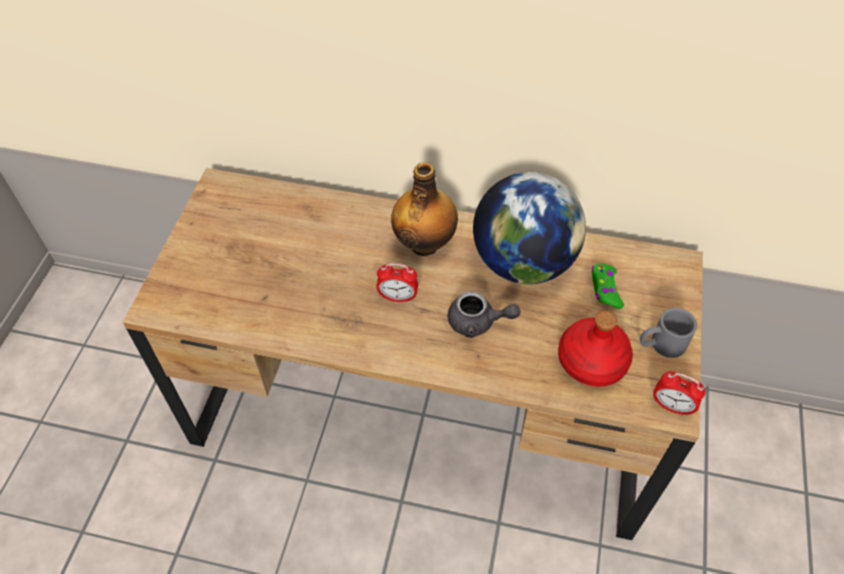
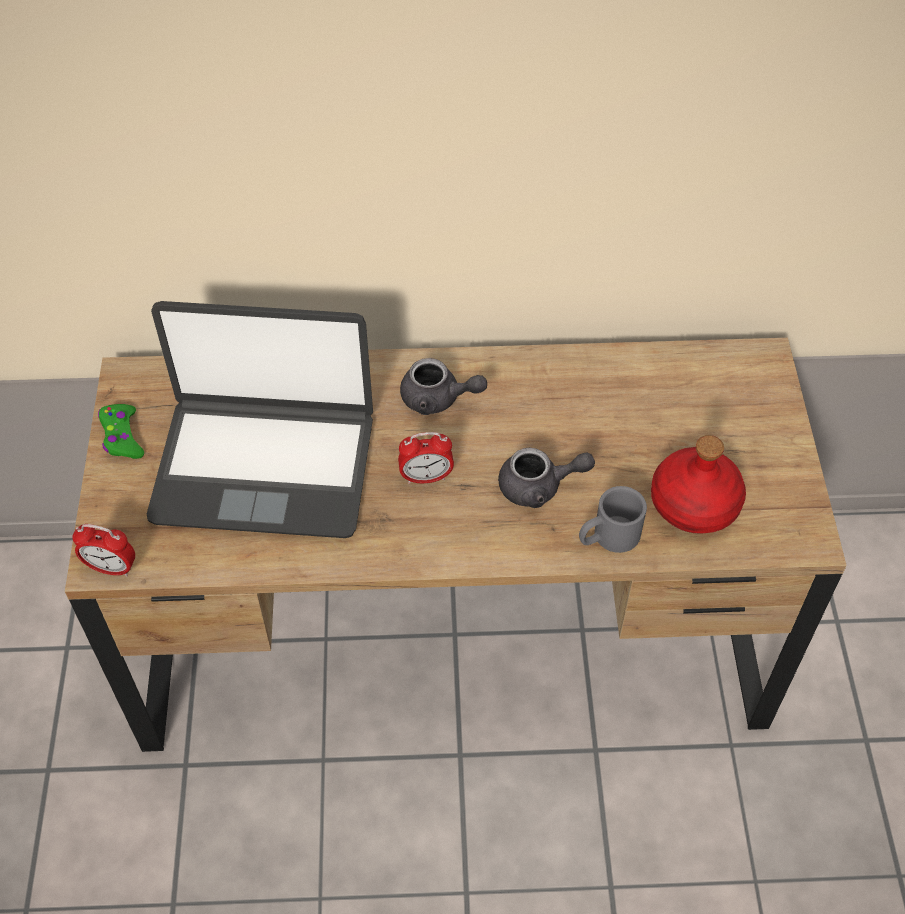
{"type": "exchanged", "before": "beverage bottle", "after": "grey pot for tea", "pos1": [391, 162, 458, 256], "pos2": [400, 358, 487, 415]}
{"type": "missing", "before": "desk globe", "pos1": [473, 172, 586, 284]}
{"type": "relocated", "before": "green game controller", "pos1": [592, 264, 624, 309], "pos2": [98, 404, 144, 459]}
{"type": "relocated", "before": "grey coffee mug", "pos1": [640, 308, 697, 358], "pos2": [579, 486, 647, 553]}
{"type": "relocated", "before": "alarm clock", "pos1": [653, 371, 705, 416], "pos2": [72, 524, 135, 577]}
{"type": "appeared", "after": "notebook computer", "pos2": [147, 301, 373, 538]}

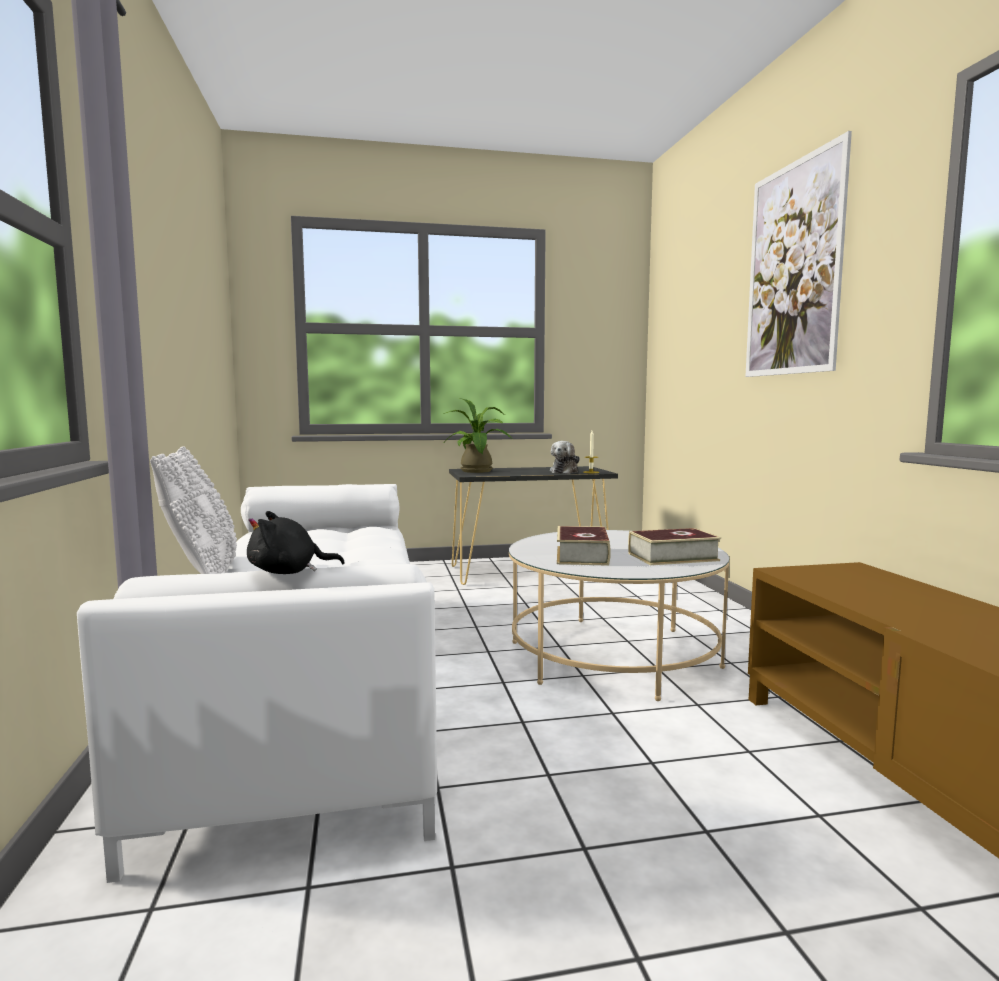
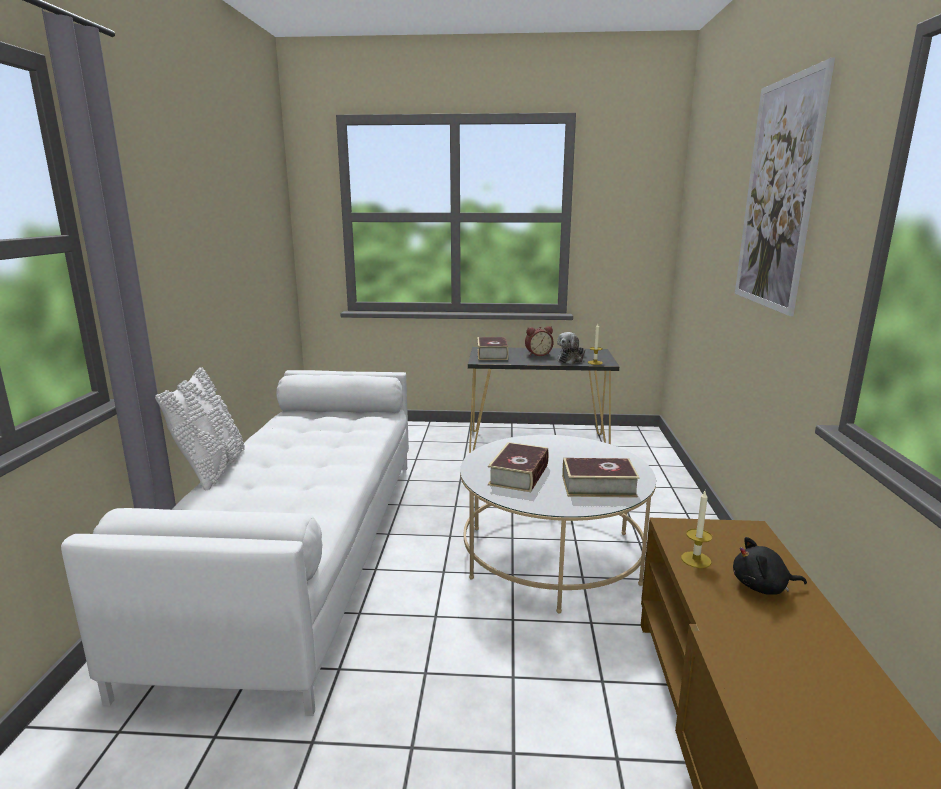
{"type": "exchanged", "before": "houseplant", "after": "bound book", "pos1": [443, 398, 512, 473], "pos2": [477, 337, 509, 360]}
{"type": "relocated", "before": "black cuddly toy", "pos1": [247, 511, 344, 574], "pos2": [733, 537, 807, 595]}
{"type": "appeared", "after": "alarm clock", "pos2": [525, 326, 554, 356]}
{"type": "appeared", "after": "candle", "pos2": [681, 491, 712, 568]}

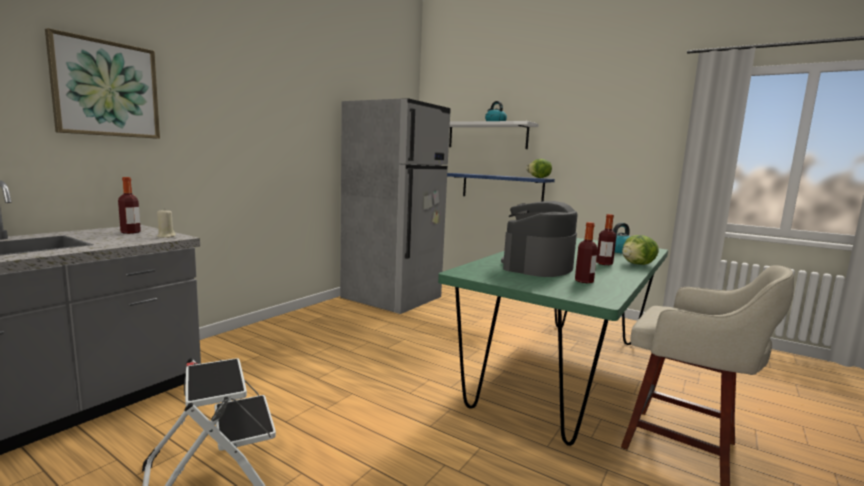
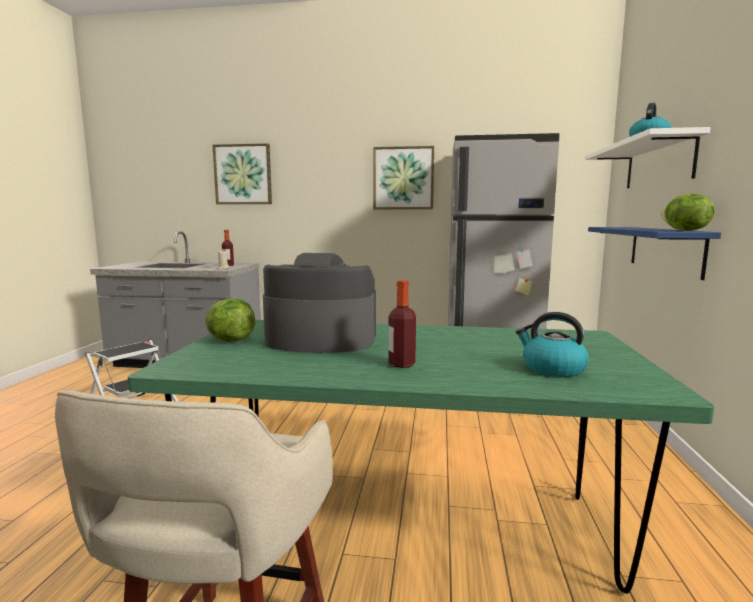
{"type": "missing", "before": "beverage bottle", "pos1": [575, 222, 597, 283]}
{"type": "relocated", "before": "lettuce", "pos1": [622, 235, 659, 265], "pos2": [205, 299, 255, 341]}
{"type": "appeared", "after": "picture", "pos2": [373, 146, 434, 209]}

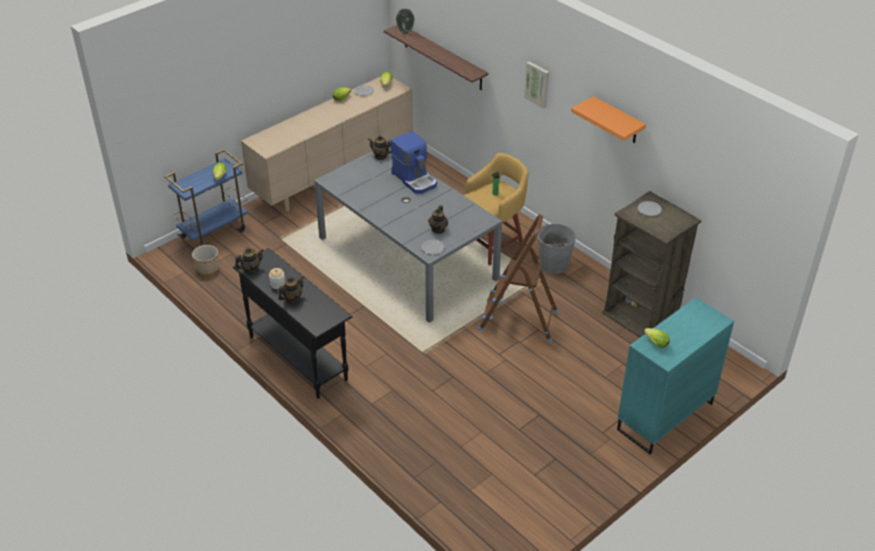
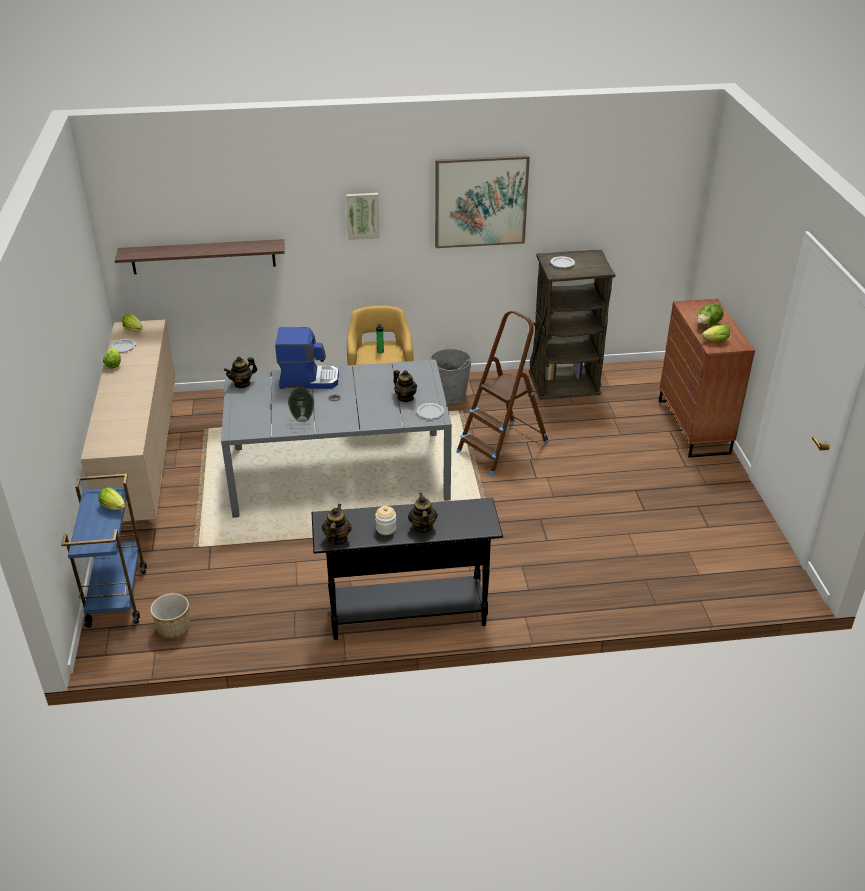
{"type": "relocated", "before": "decorative vase", "pos1": [396, 9, 415, 34], "pos2": [288, 388, 314, 422]}
{"type": "exchanged", "before": "orange-coloured bracket shelf", "after": "picture", "pos1": [571, 96, 646, 143], "pos2": [435, 155, 530, 248]}
{"type": "colour", "before": "turquoise chest of drawers", "after": "brownish chest of drawers", "pos1": [617, 297, 734, 455], "pos2": [659, 299, 755, 458]}
{"type": "appeared", "after": "lettuce", "pos2": [697, 303, 724, 325]}

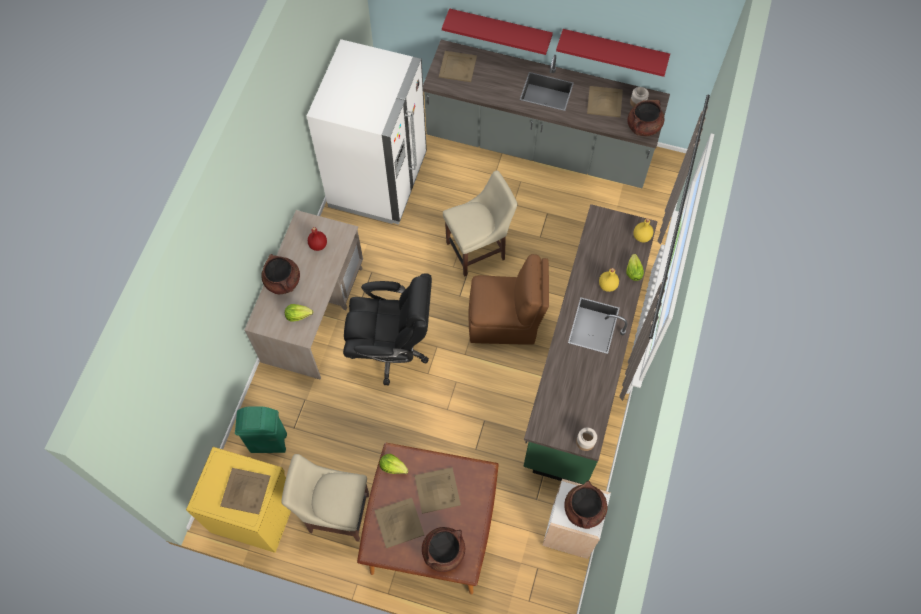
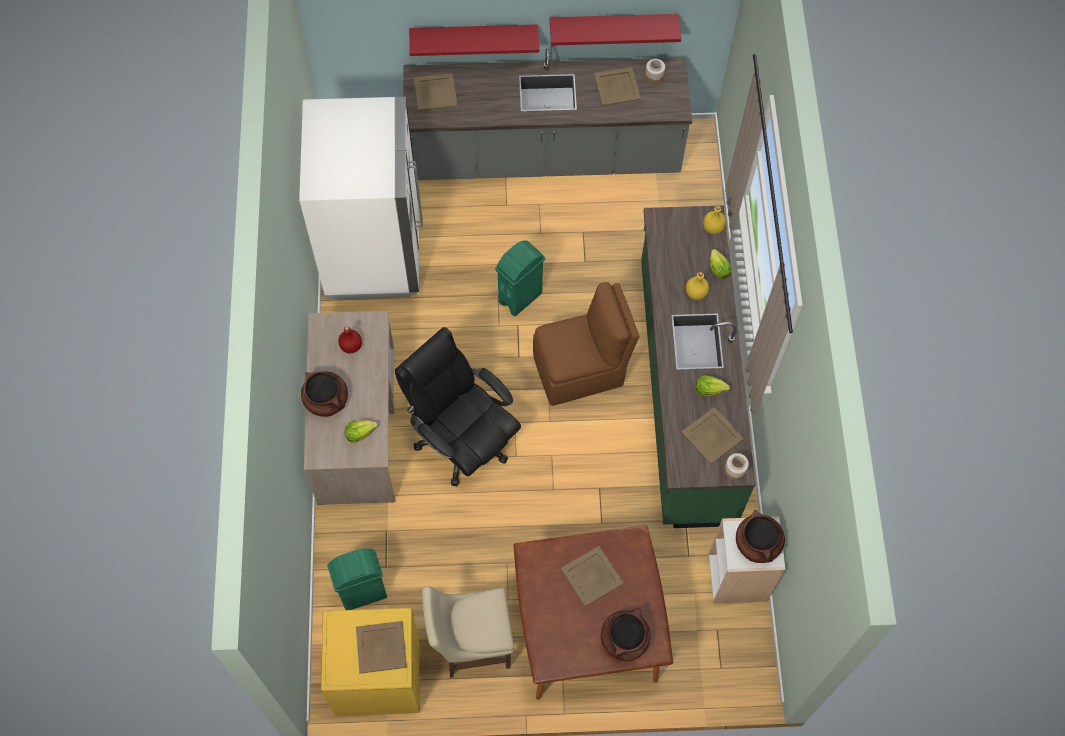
{"type": "missing", "before": "brownish saucepot", "pos1": [628, 100, 665, 136]}
{"type": "exchanged", "before": "beige-coloured chair", "after": "green trash can", "pos1": [443, 170, 518, 277], "pos2": [495, 240, 545, 317]}
{"type": "spun", "before": "black desk chair", "pos1": [343, 274, 432, 386], "pos2": [395, 327, 521, 486], "turn": -120}
{"type": "relocated", "before": "lettuce", "pos1": [379, 454, 408, 474], "pos2": [696, 375, 730, 396]}
{"type": "relocated", "before": "beige-coloured serving tray", "pos1": [374, 498, 424, 548], "pos2": [681, 407, 744, 465]}

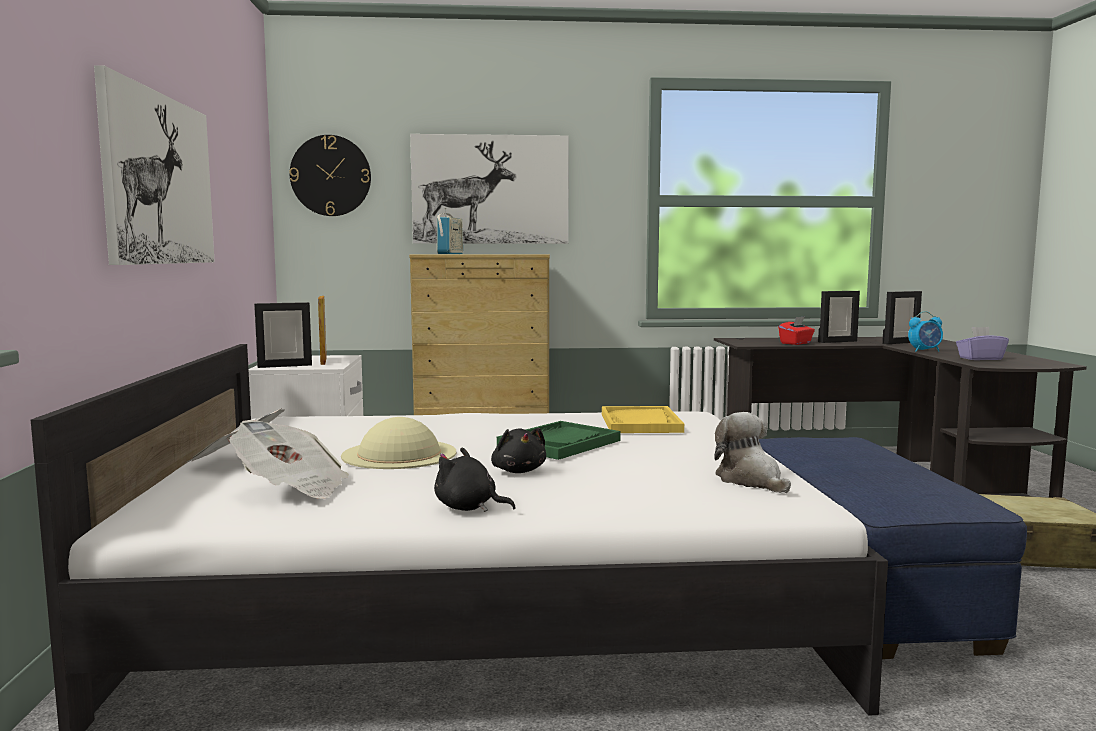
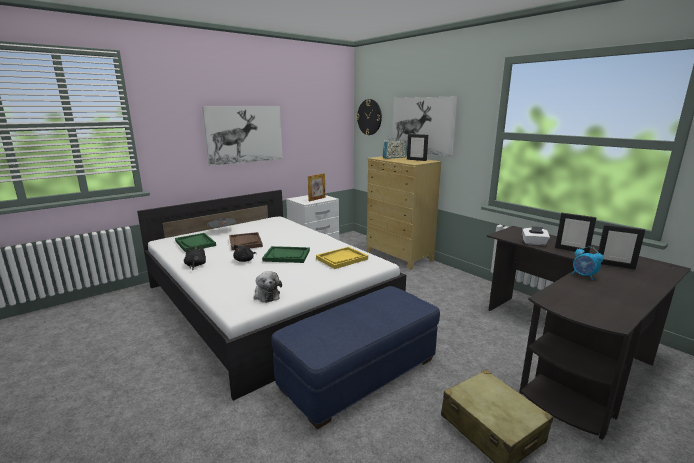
{"type": "relocated", "before": "picture frame", "pos1": [254, 302, 312, 368], "pos2": [407, 134, 428, 161]}
{"type": "colour", "before": "red box of tissues", "after": "white-coloured box of tissues", "pos1": [778, 316, 815, 345], "pos2": [522, 226, 550, 245]}
{"type": "missing", "before": "purplish box of tissues", "pos1": [956, 327, 1009, 360]}
{"type": "spun", "before": "cuddly toy", "pos1": [714, 412, 791, 493], "pos2": [254, 271, 282, 303], "turn": 120}
{"type": "exchanged", "before": "beige-coloured clothing hat", "after": "brownish serving tray", "pos1": [341, 417, 456, 469], "pos2": [229, 232, 263, 250]}
{"type": "exchanged", "before": "newspaper", "after": "green serving tray", "pos1": [230, 420, 349, 499], "pos2": [175, 233, 216, 252]}

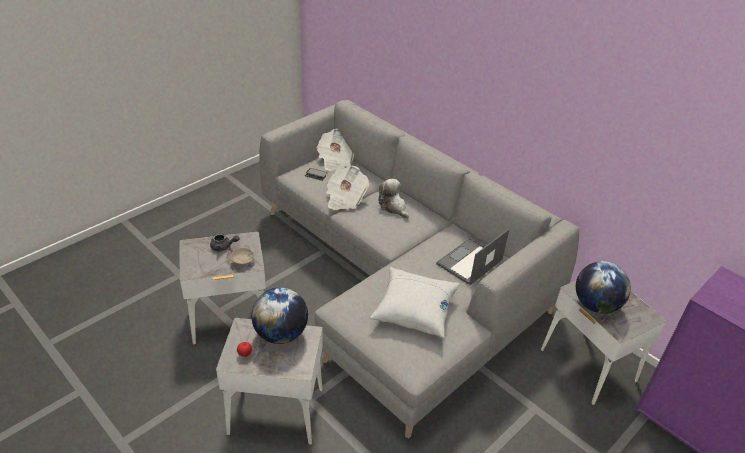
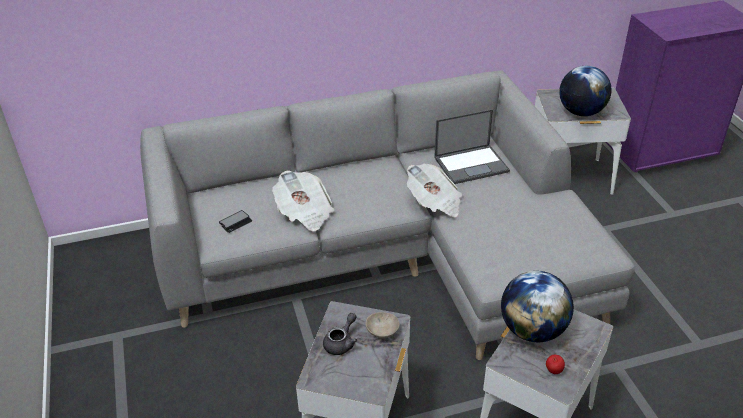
{"type": "relocated", "before": "newspaper", "pos1": [317, 129, 354, 171], "pos2": [407, 164, 462, 217]}
{"type": "missing", "before": "cuddly toy", "pos1": [378, 179, 409, 218]}
{"type": "spun", "before": "notebook computer", "pos1": [436, 229, 509, 285], "pos2": [434, 109, 510, 184], "turn": -90}
{"type": "missing", "before": "grey pillow", "pos1": [370, 267, 459, 338]}

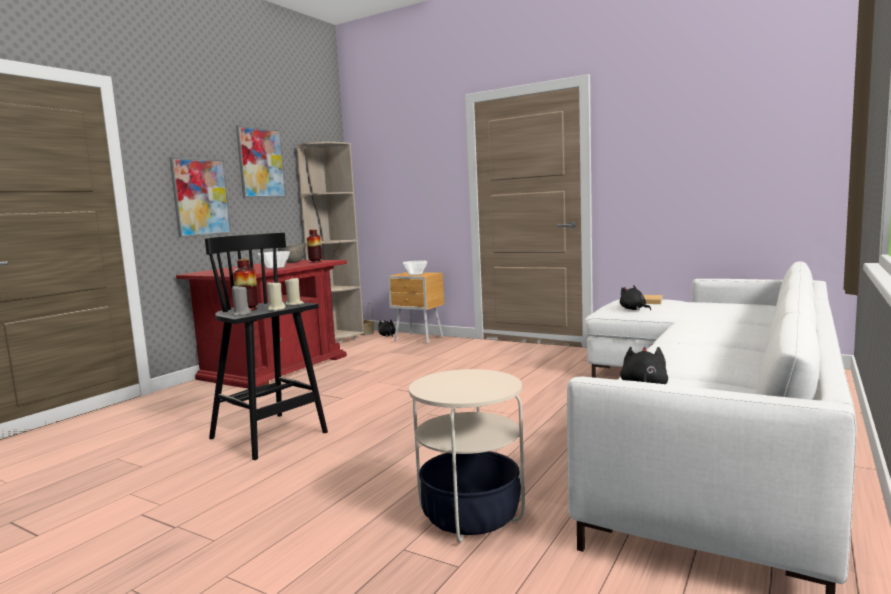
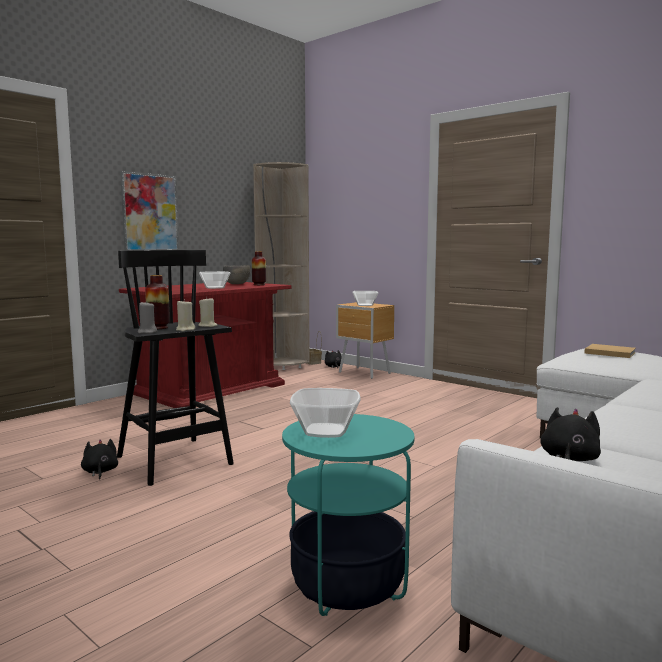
{"type": "missing", "before": "picture", "pos1": [236, 125, 286, 198]}
{"type": "relocated", "before": "black cuddly toy", "pos1": [620, 286, 651, 310], "pos2": [81, 439, 118, 480]}
{"type": "colour", "before": "beige-coloured side table", "after": "turquoise side table", "pos1": [409, 369, 525, 542], "pos2": [282, 414, 415, 616]}
{"type": "appeared", "after": "bowl", "pos2": [290, 388, 361, 438]}

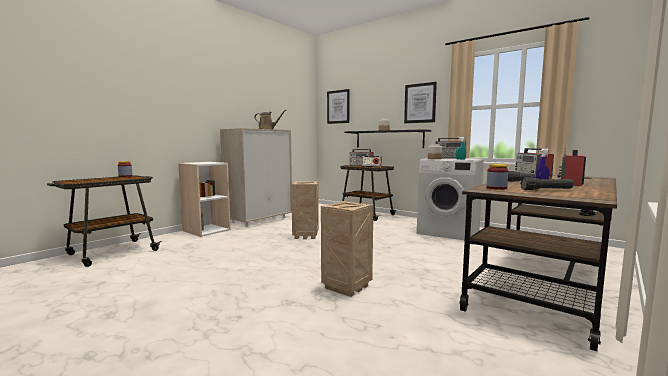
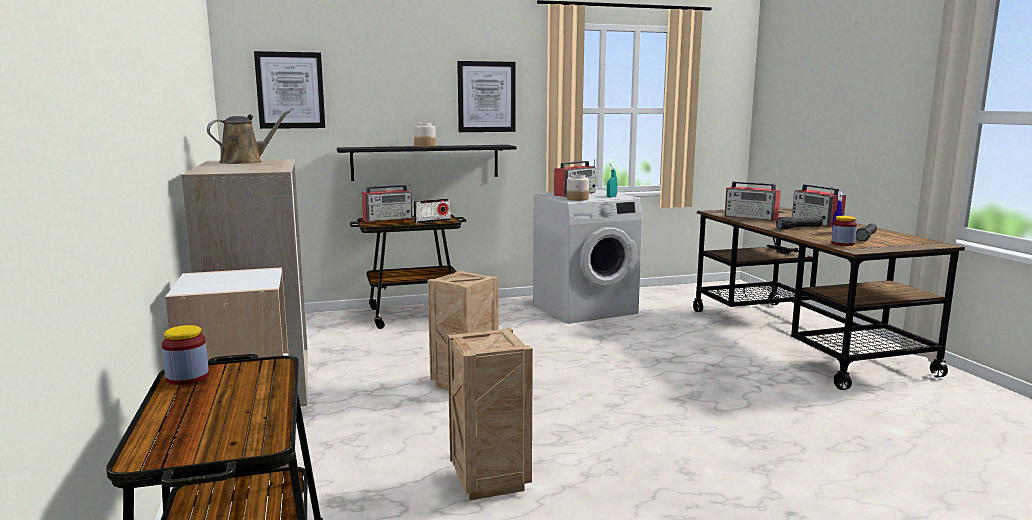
{"type": "relocated", "before": "crate", "pos1": [321, 201, 374, 297], "pos2": [447, 328, 533, 500]}

